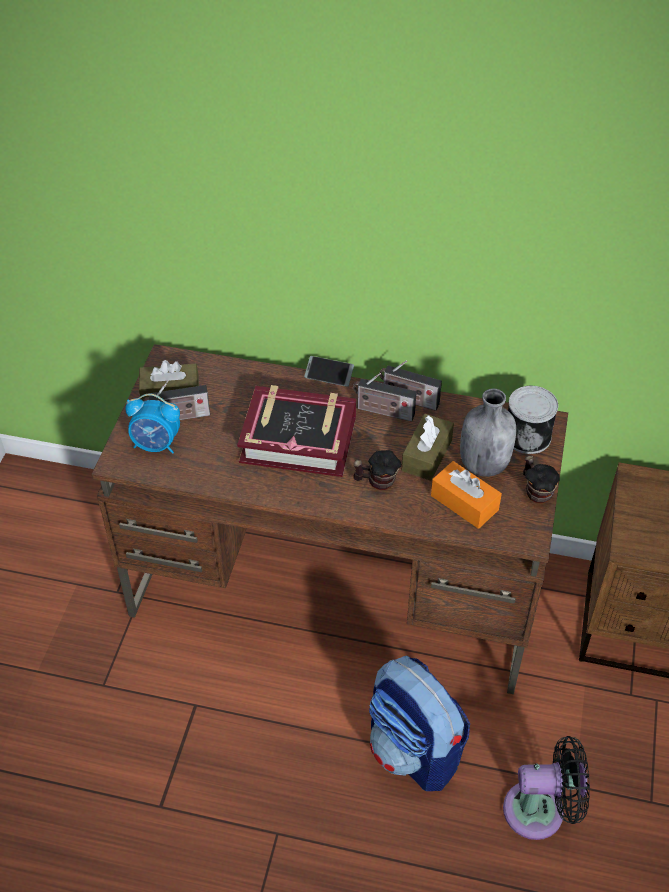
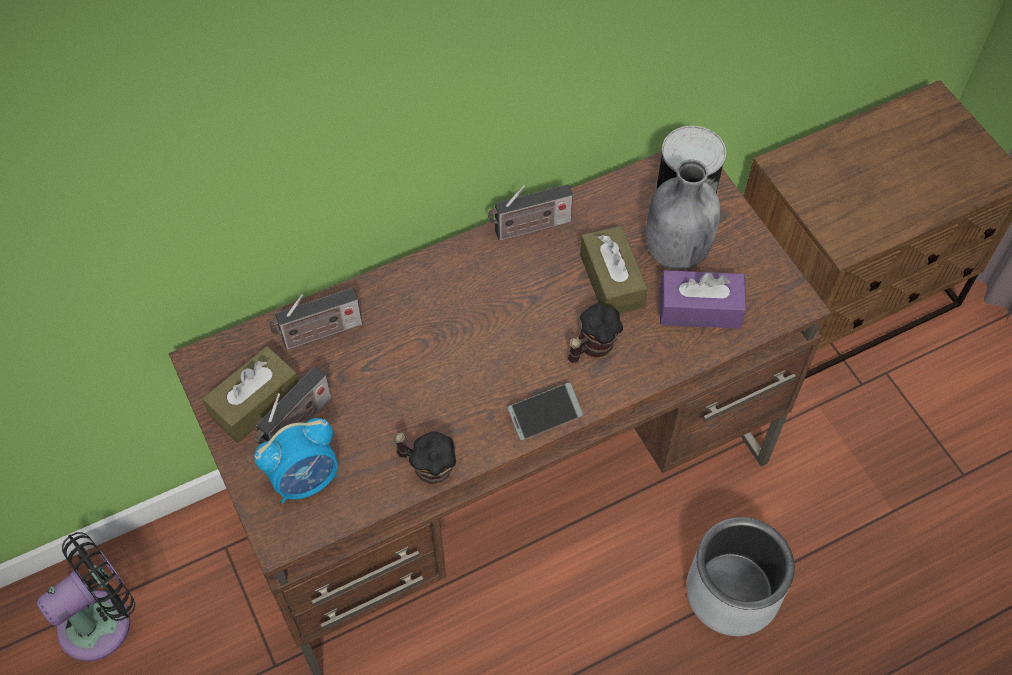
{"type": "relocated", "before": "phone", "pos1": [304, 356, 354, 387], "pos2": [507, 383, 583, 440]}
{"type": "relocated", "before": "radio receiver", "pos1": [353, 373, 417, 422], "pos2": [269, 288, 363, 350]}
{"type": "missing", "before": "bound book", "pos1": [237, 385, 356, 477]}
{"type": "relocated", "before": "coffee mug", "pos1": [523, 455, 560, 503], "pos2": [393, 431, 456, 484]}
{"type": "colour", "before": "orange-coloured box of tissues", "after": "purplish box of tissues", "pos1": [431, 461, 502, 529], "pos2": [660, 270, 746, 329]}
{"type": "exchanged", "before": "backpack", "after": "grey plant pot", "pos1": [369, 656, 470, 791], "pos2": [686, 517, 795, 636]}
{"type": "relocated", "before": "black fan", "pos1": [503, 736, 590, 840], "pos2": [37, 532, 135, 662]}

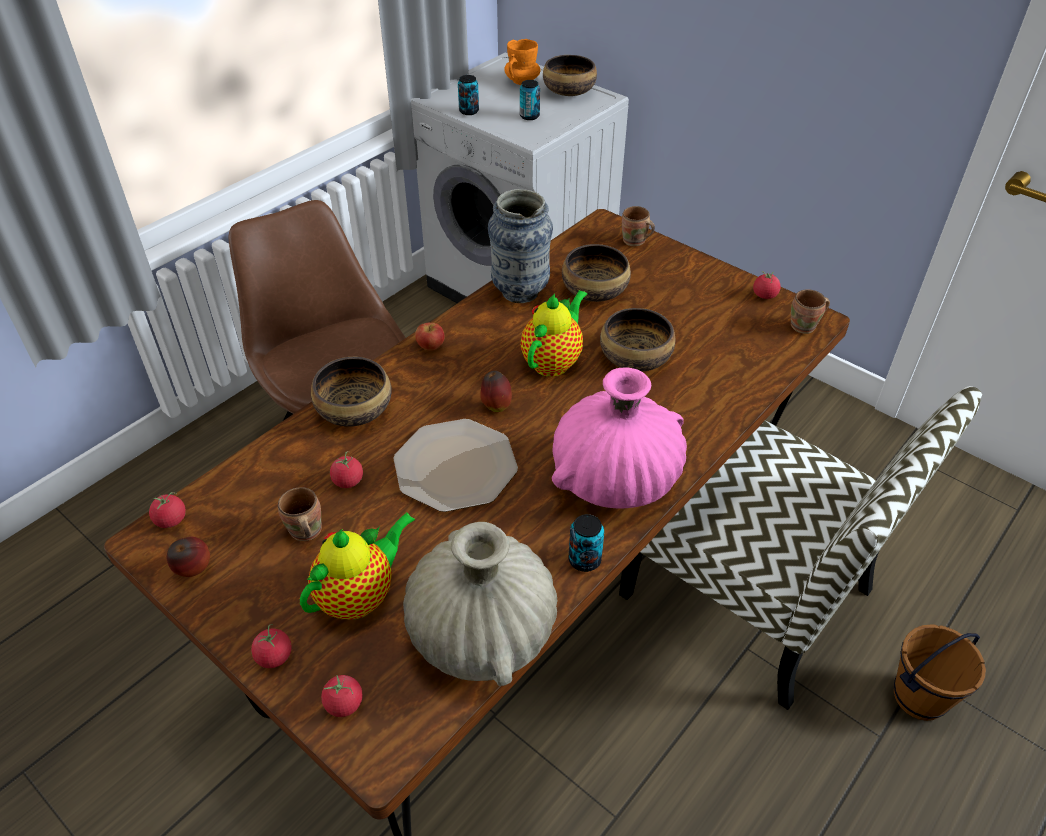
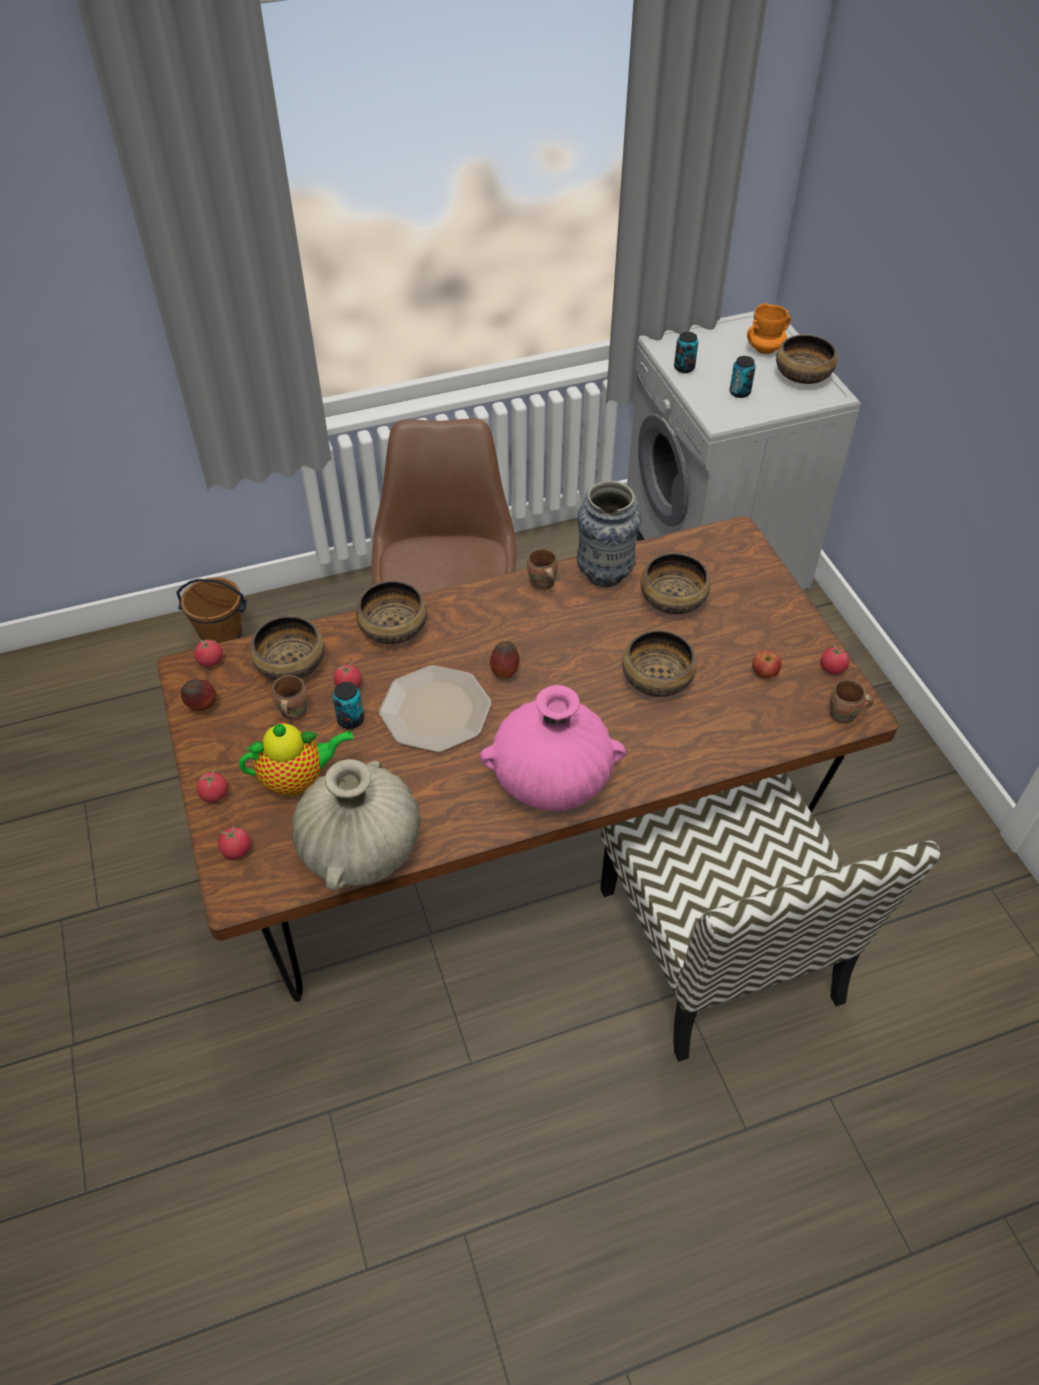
{"type": "relocated", "before": "brownish coffee mug", "pos1": [622, 206, 655, 246], "pos2": [527, 549, 558, 590]}
{"type": "missing", "before": "pot for tea", "pos1": [521, 290, 587, 377]}
{"type": "relocated", "before": "apple", "pos1": [415, 323, 445, 351], "pos2": [752, 651, 782, 679]}
{"type": "relocated", "before": "metal can", "pos1": [569, 514, 604, 572], "pos2": [333, 682, 364, 729]}
{"type": "relocated", "before": "brownish bucket", "pos1": [894, 624, 986, 721], "pos2": [176, 577, 247, 643]}
{"type": "appeared", "after": "bowl", "pos2": [250, 615, 324, 680]}

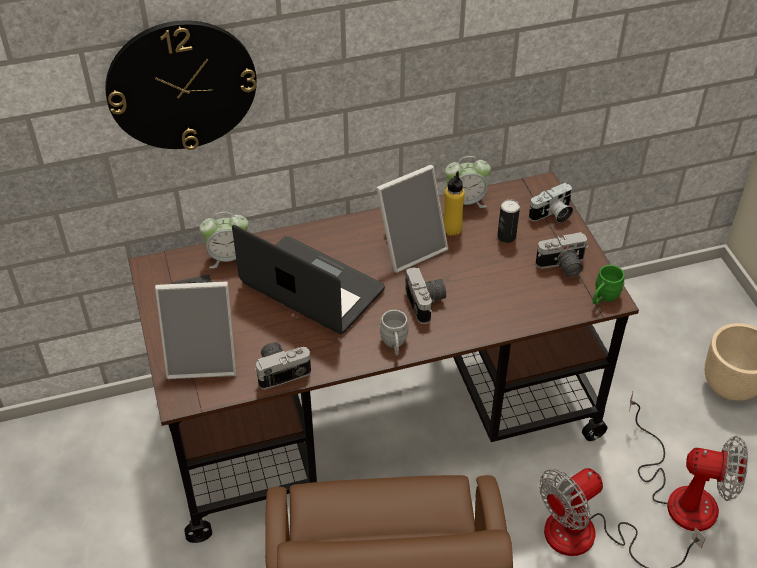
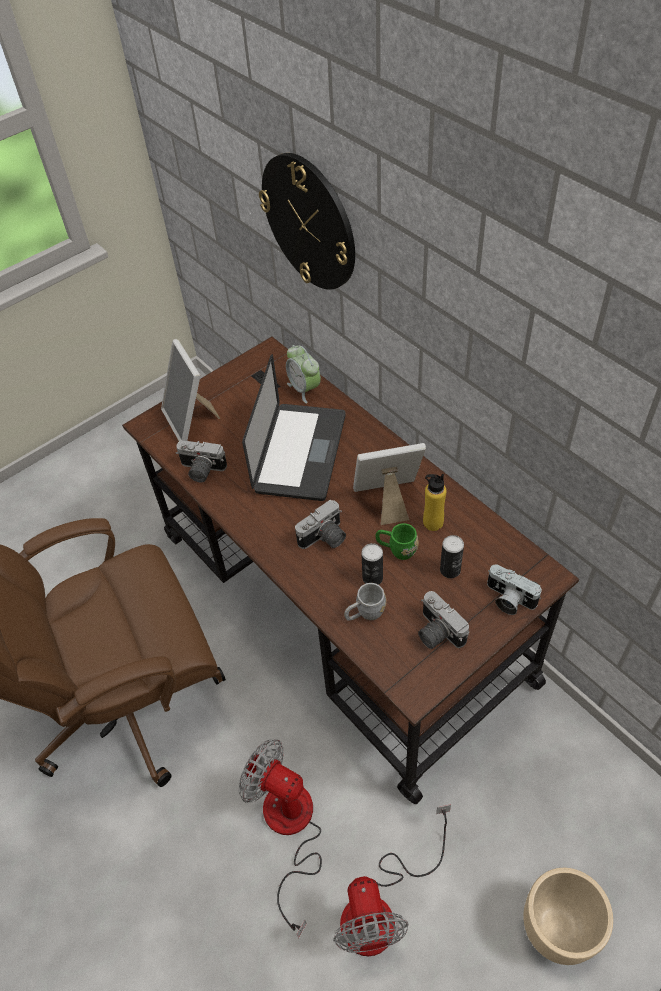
{"type": "missing", "before": "alarm clock", "pos1": [445, 156, 491, 208]}
{"type": "spun", "before": "picture frame", "pos1": [376, 165, 448, 273], "pos2": [353, 443, 426, 525], "turn": 135}
{"type": "relocated", "before": "green coffee mug", "pos1": [593, 265, 625, 304], "pos2": [376, 523, 419, 560]}
{"type": "relocated", "before": "grey coffee mug", "pos1": [380, 310, 409, 356], "pos2": [344, 583, 386, 620]}
{"type": "spun", "before": "still camera", "pos1": [254, 342, 311, 390], "pos2": [176, 440, 227, 482], "turn": 150}
{"type": "appeared", "after": "metal can", "pos2": [361, 543, 383, 585]}

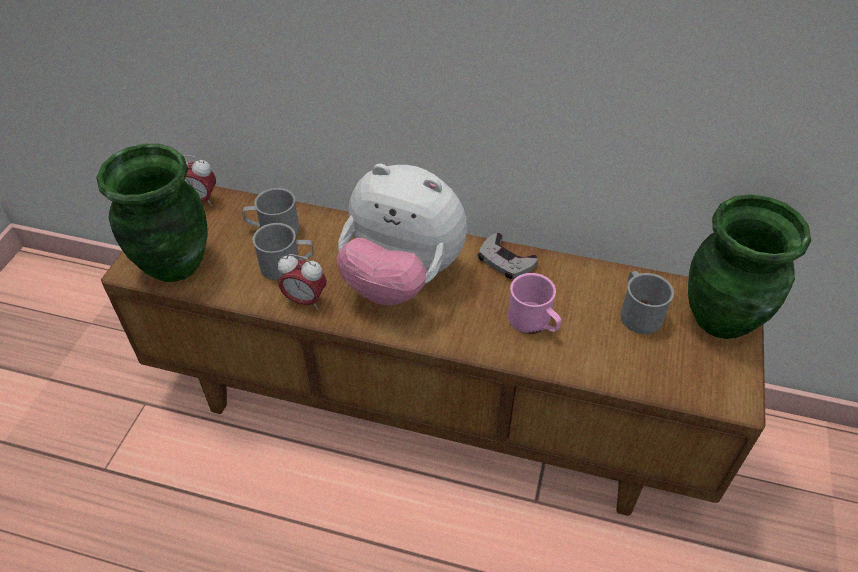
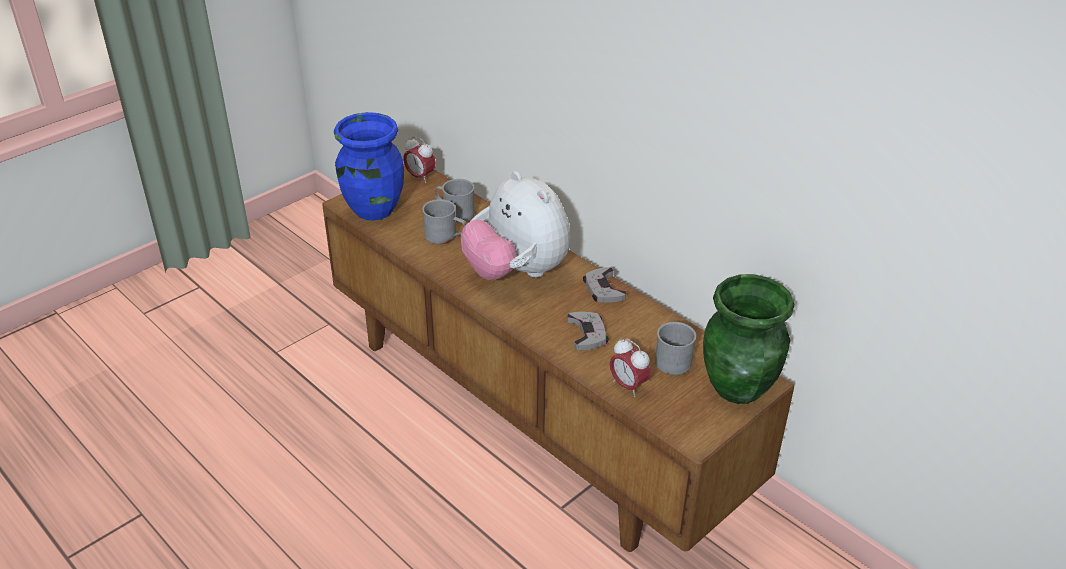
{"type": "colour", "before": "green decorative vase", "after": "bluish decorative vase", "pos1": [96, 144, 208, 282], "pos2": [334, 112, 404, 221]}
{"type": "relocated", "before": "alarm clock", "pos1": [278, 254, 327, 310], "pos2": [610, 338, 651, 397]}
{"type": "exchanged", "before": "pink-coloured coffee mug", "after": "grey game controller", "pos1": [508, 273, 561, 334], "pos2": [567, 311, 609, 350]}

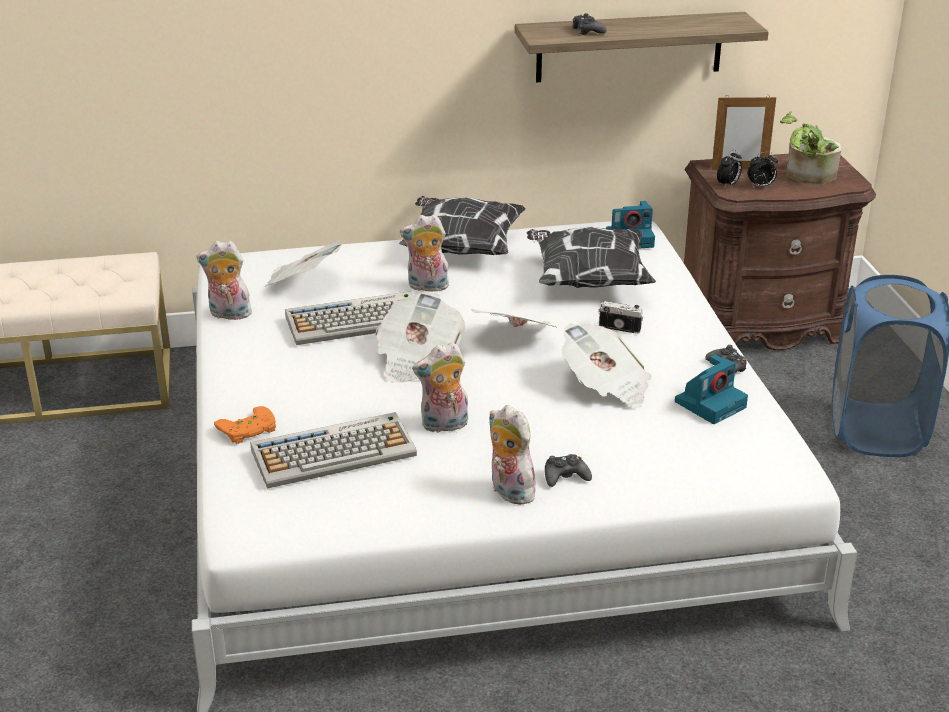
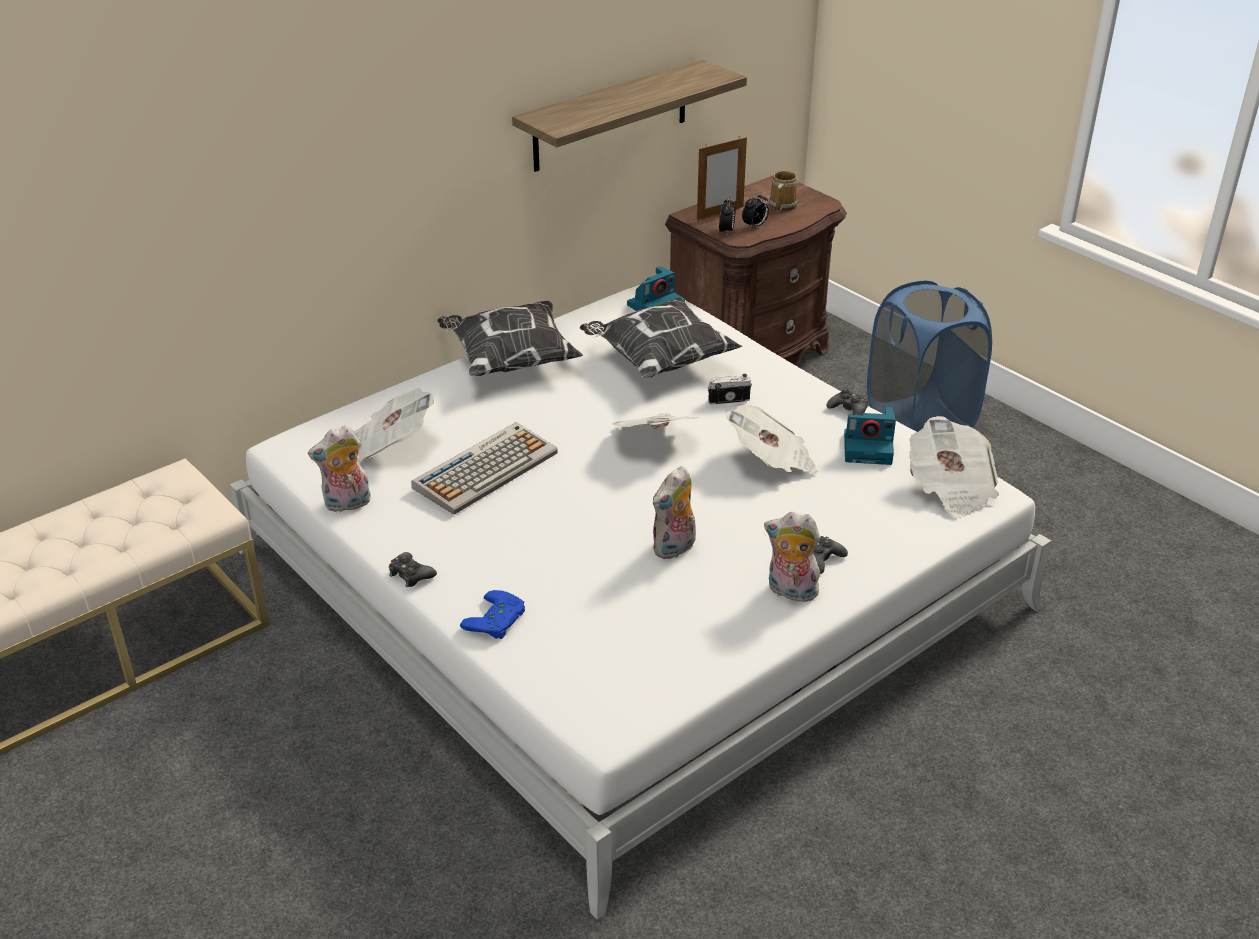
{"type": "relocated", "before": "black game controller", "pos1": [572, 13, 607, 35], "pos2": [389, 552, 437, 587]}
{"type": "exchanged", "before": "houseplant", "after": "coffee mug", "pos1": [780, 111, 841, 184], "pos2": [769, 171, 798, 211]}
{"type": "missing", "before": "cuddly toy", "pos1": [400, 214, 451, 291]}
{"type": "relocated", "before": "newspaper", "pos1": [376, 292, 465, 383], "pos2": [909, 416, 999, 518]}
{"type": "spun", "before": "still camera", "pos1": [675, 354, 748, 424], "pos2": [844, 407, 896, 465], "turn": 75}
{"type": "colour", "before": "orange-coloured game controller", "after": "bluish game controller", "pos1": [214, 406, 276, 444], "pos2": [460, 590, 525, 639]}
{"type": "missing", "before": "PC keyboard", "pos1": [251, 412, 417, 489]}

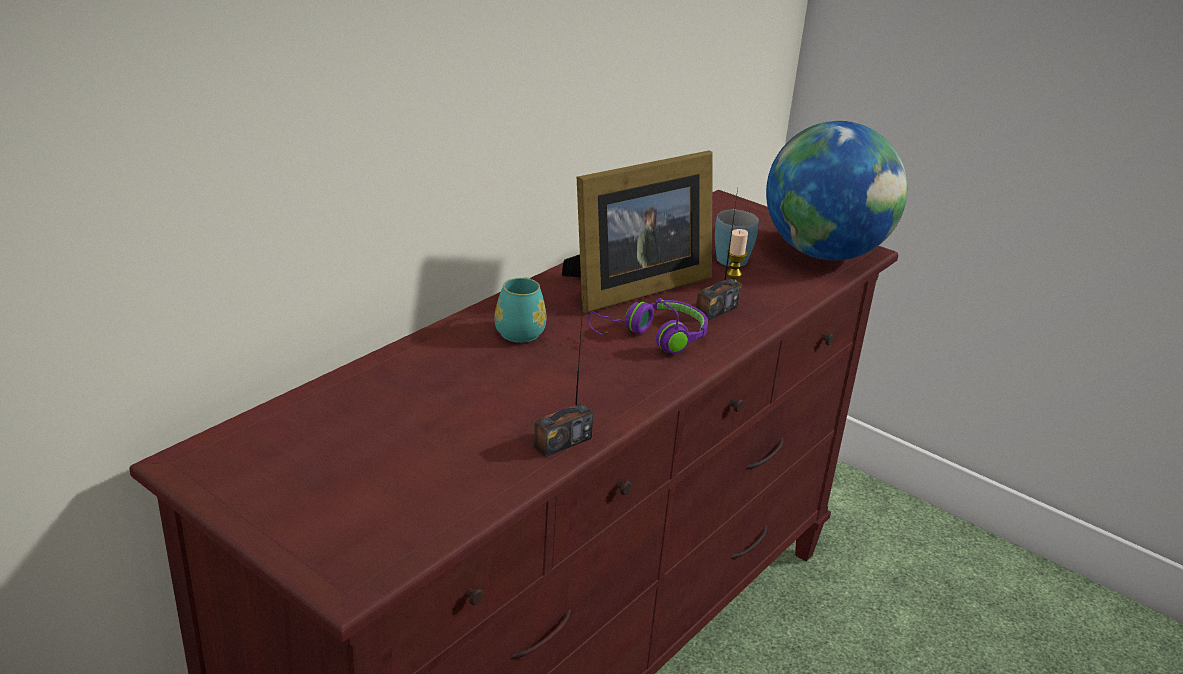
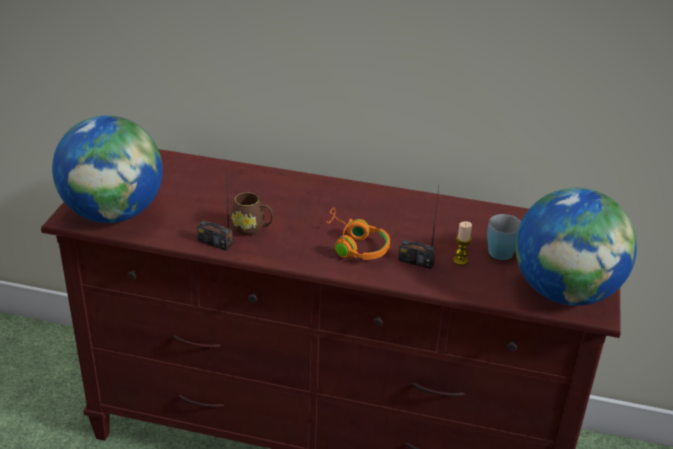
{"type": "missing", "before": "picture frame", "pos1": [562, 151, 713, 313]}
{"type": "missing", "before": "turquoise coffee mug", "pos1": [494, 277, 546, 343]}
{"type": "colour", "before": "purplish headset", "after": "orange-coloured headset", "pos1": [588, 298, 708, 354], "pos2": [326, 208, 390, 260]}
{"type": "appeared", "after": "desk globe", "pos2": [52, 115, 163, 223]}
{"type": "appeared", "after": "brownish coffee mug", "pos2": [230, 192, 273, 236]}

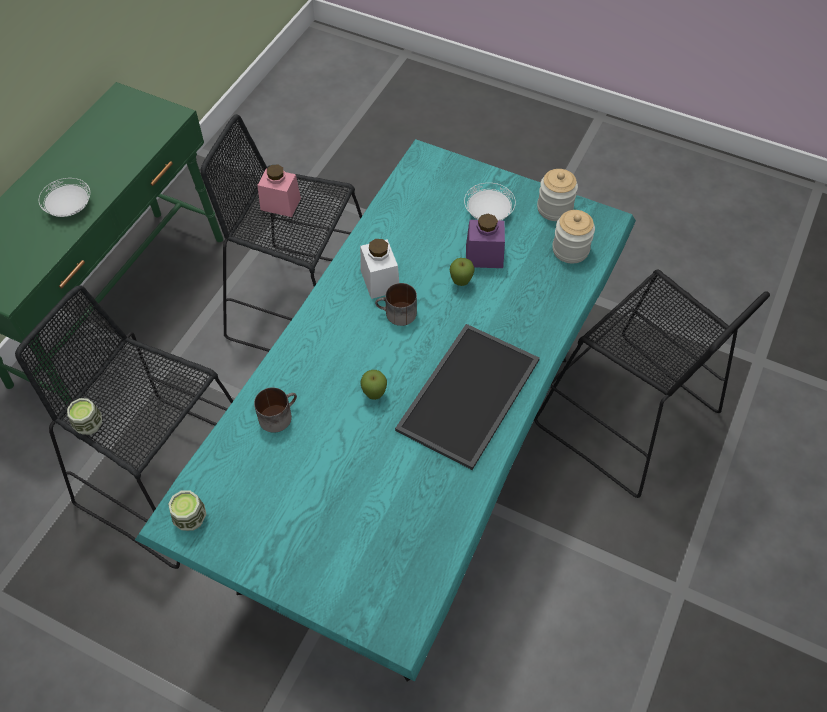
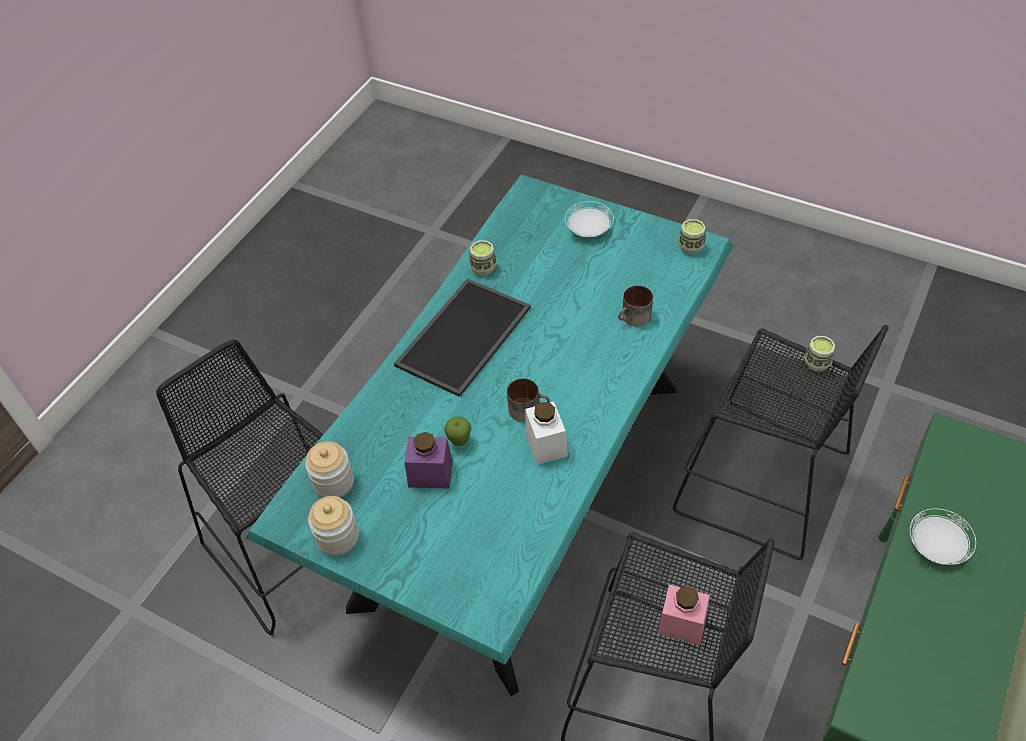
{"type": "relocated", "before": "white-coloured flat dish", "pos1": [464, 183, 516, 221], "pos2": [565, 201, 614, 237]}
{"type": "missing", "before": "apple", "pos1": [360, 370, 387, 400]}
{"type": "appeared", "after": "drinking cup", "pos2": [470, 240, 497, 276]}

